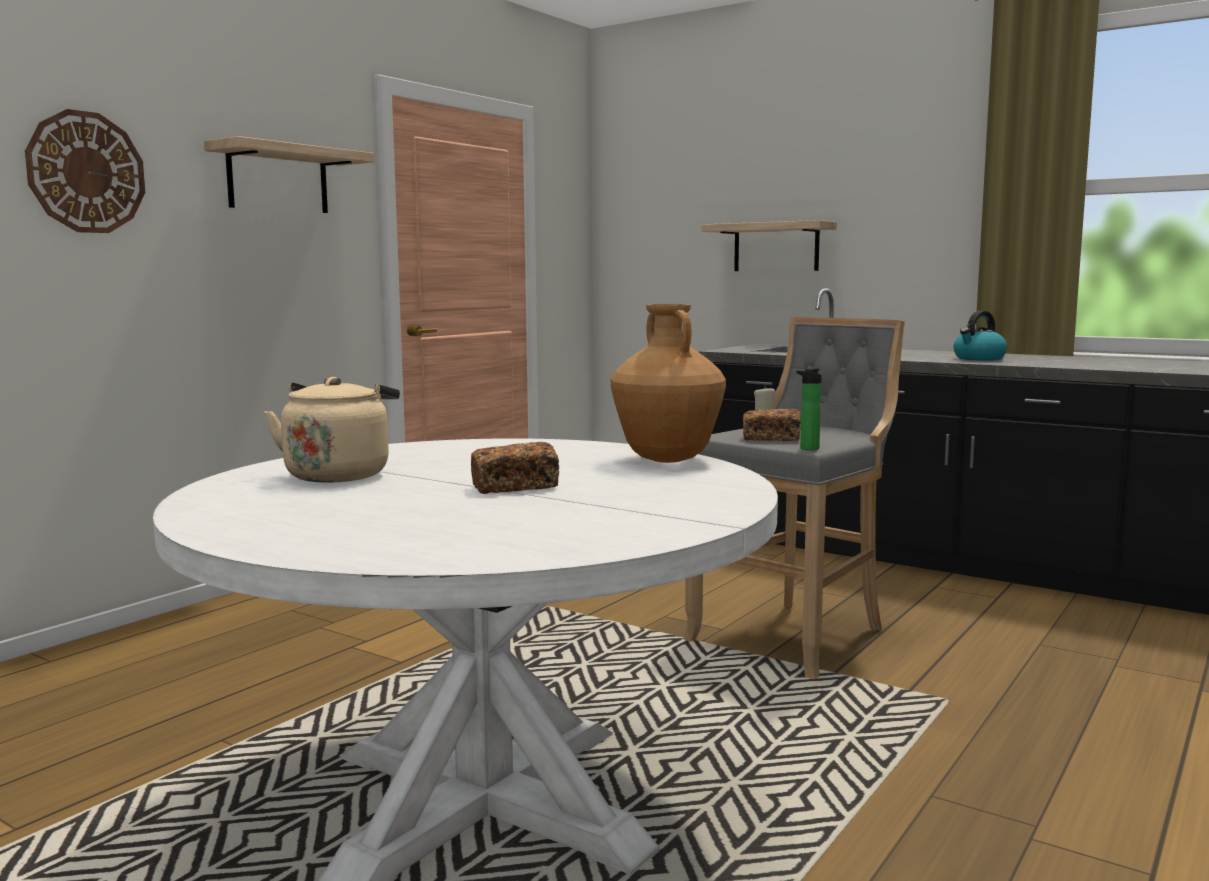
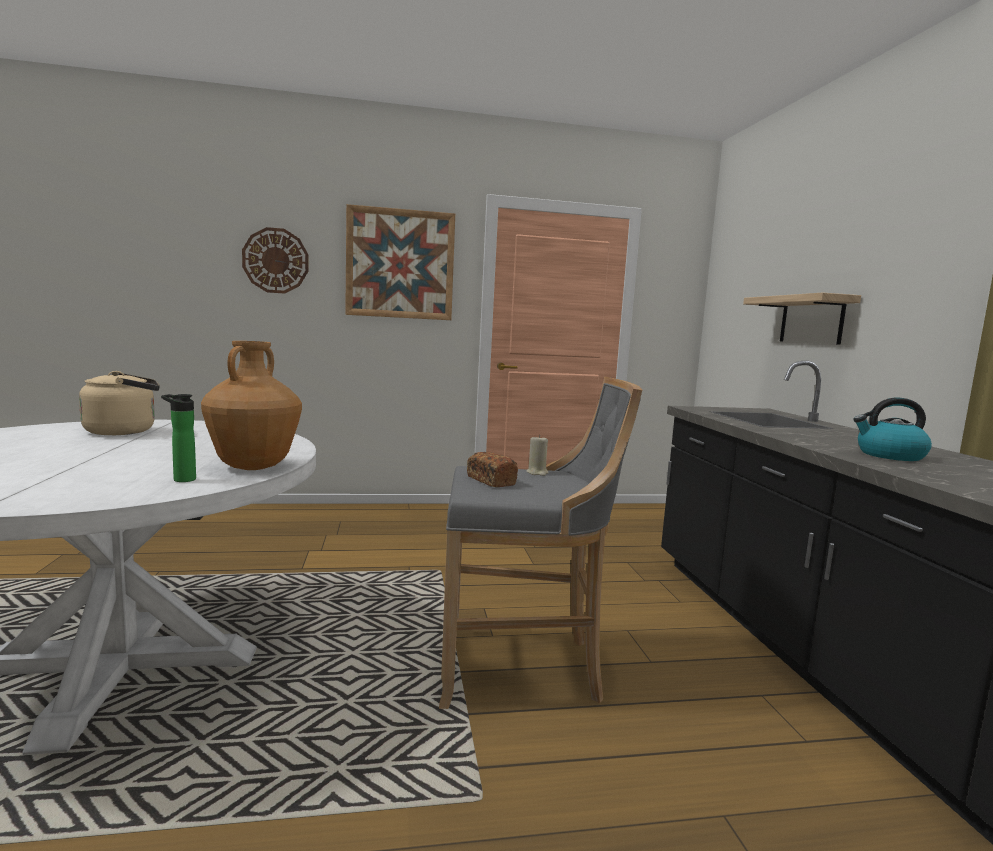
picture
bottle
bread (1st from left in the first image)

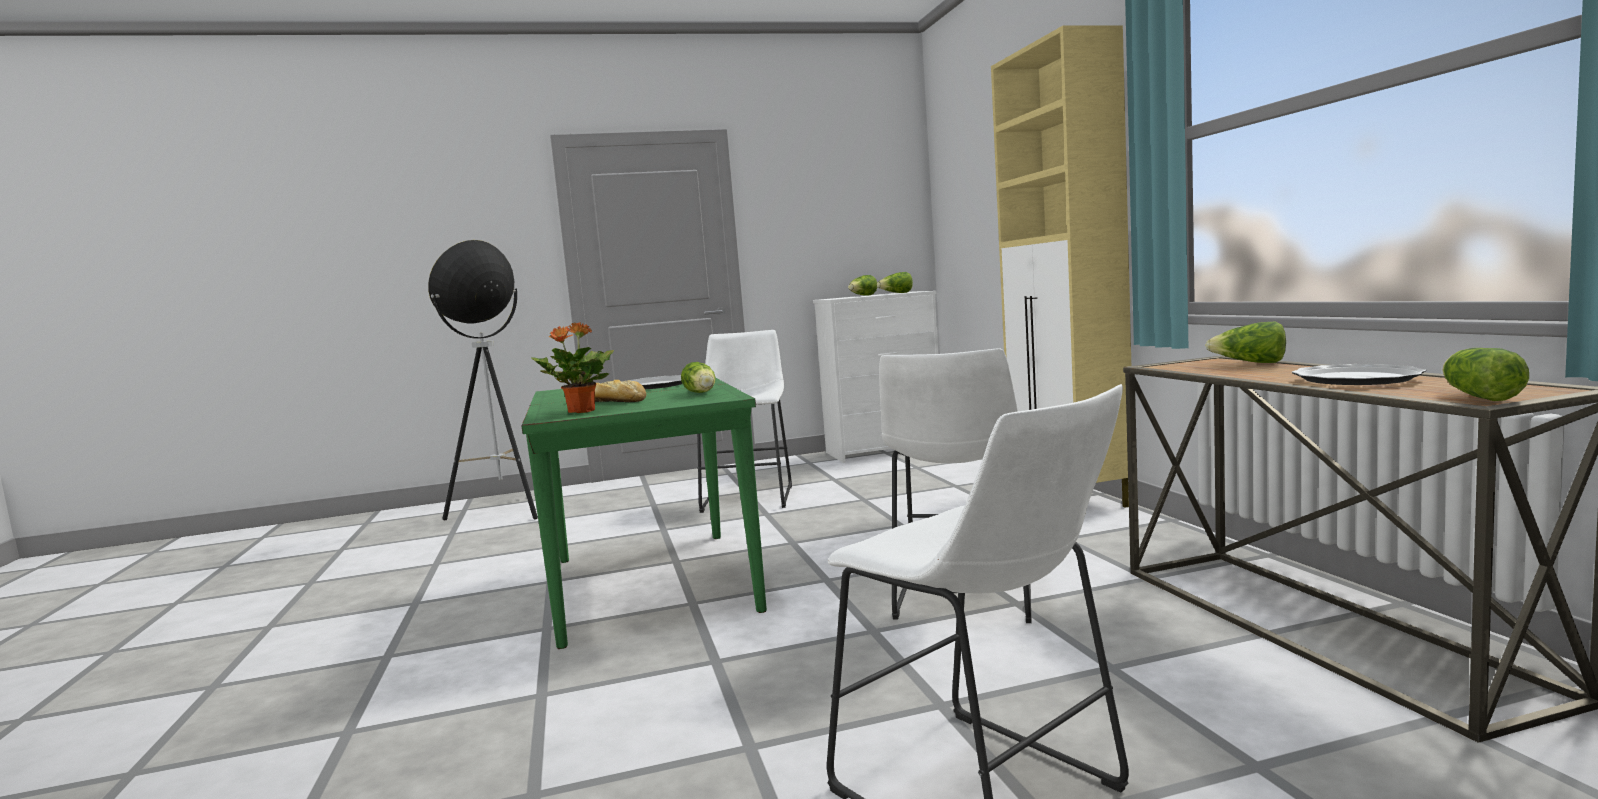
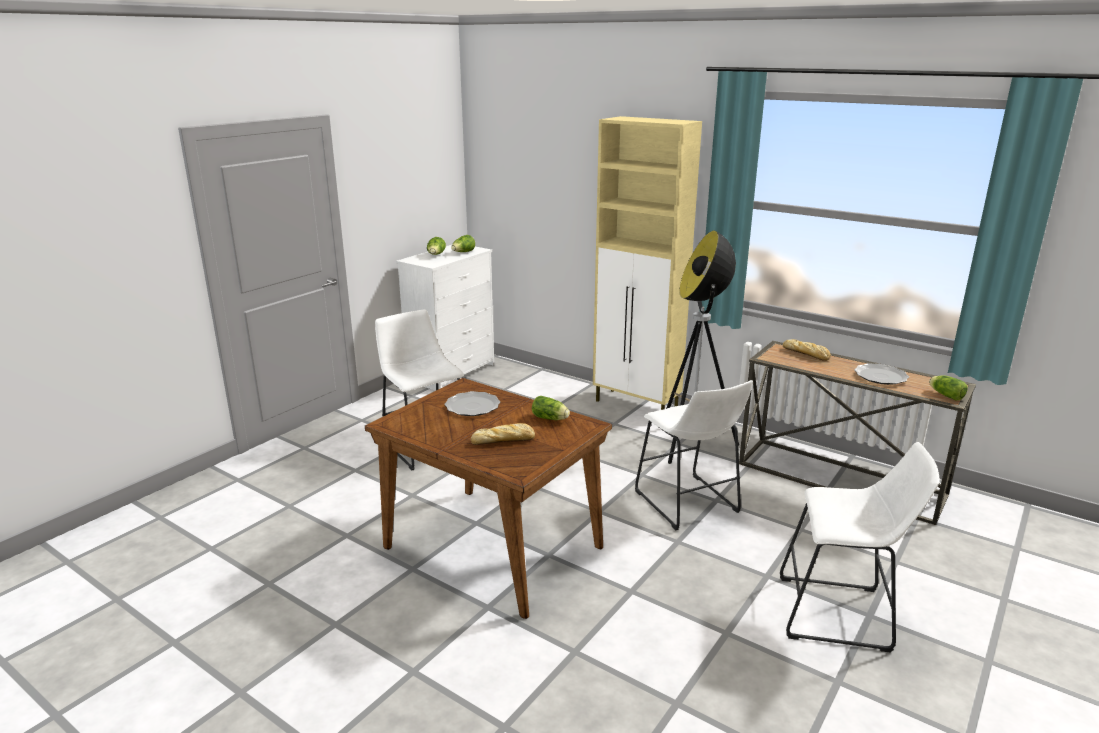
floor lamp
potted plant
bread (2nd from left)
brown dining table

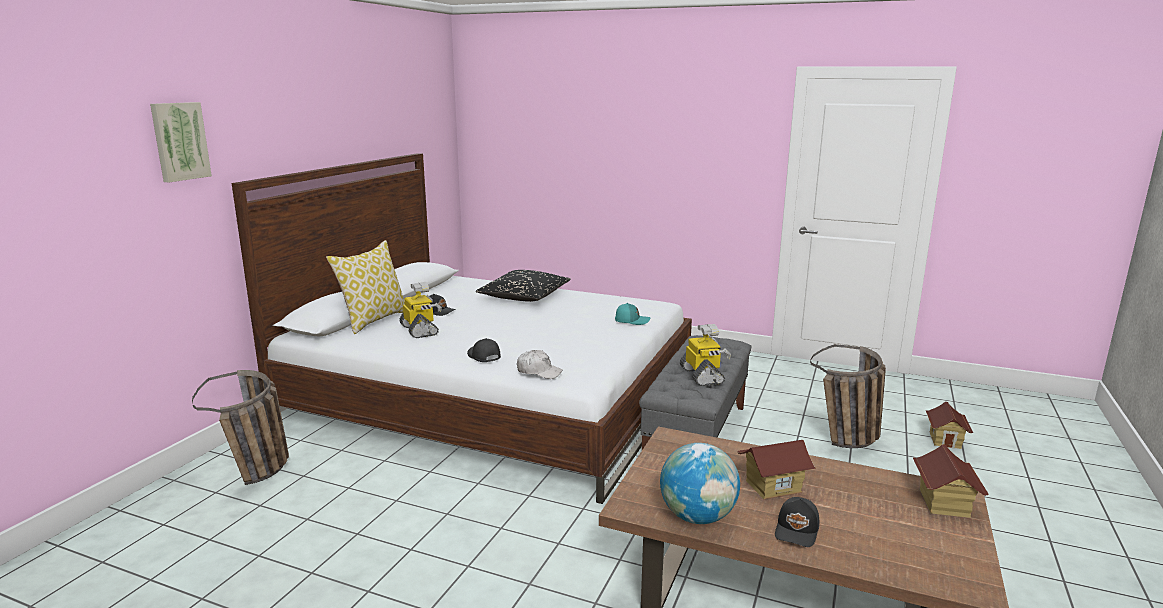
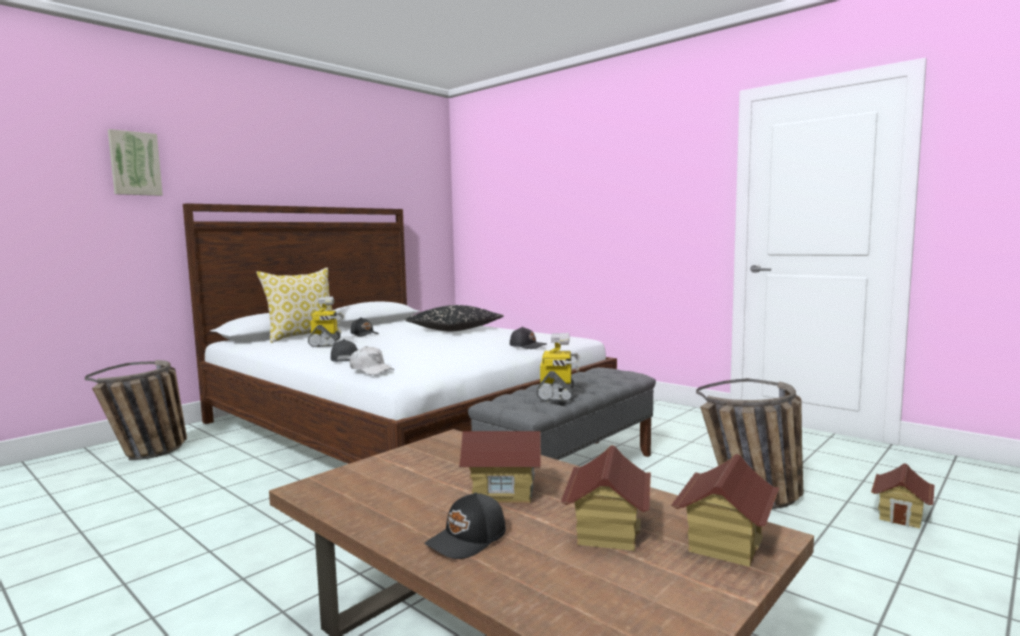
black cap (4th from left)
globe
toy house (2nd from left)

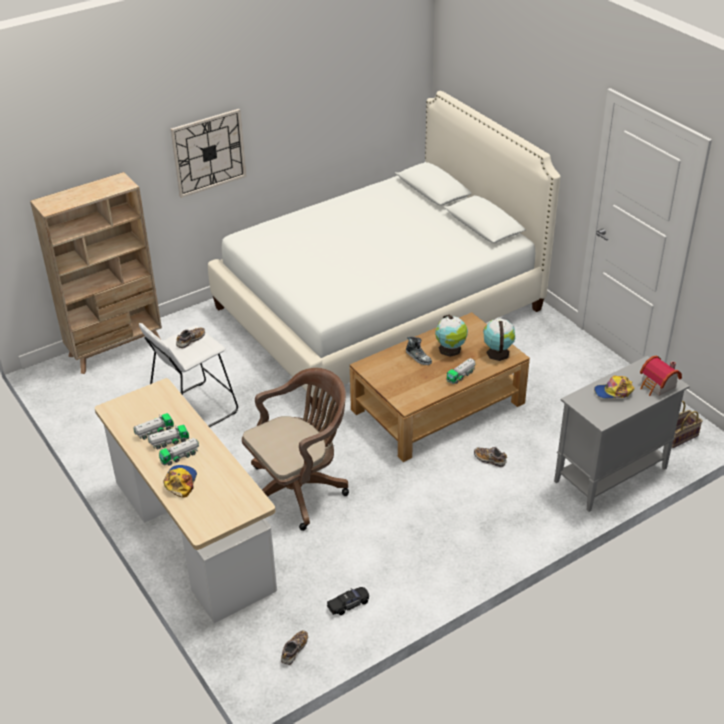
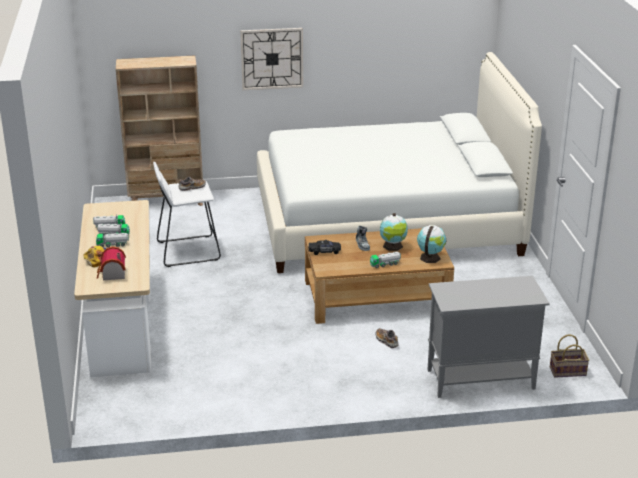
toy house
brown office chair
cap (2nd from left in the first image)
black toy car
shoe (2nd from left in the first image)

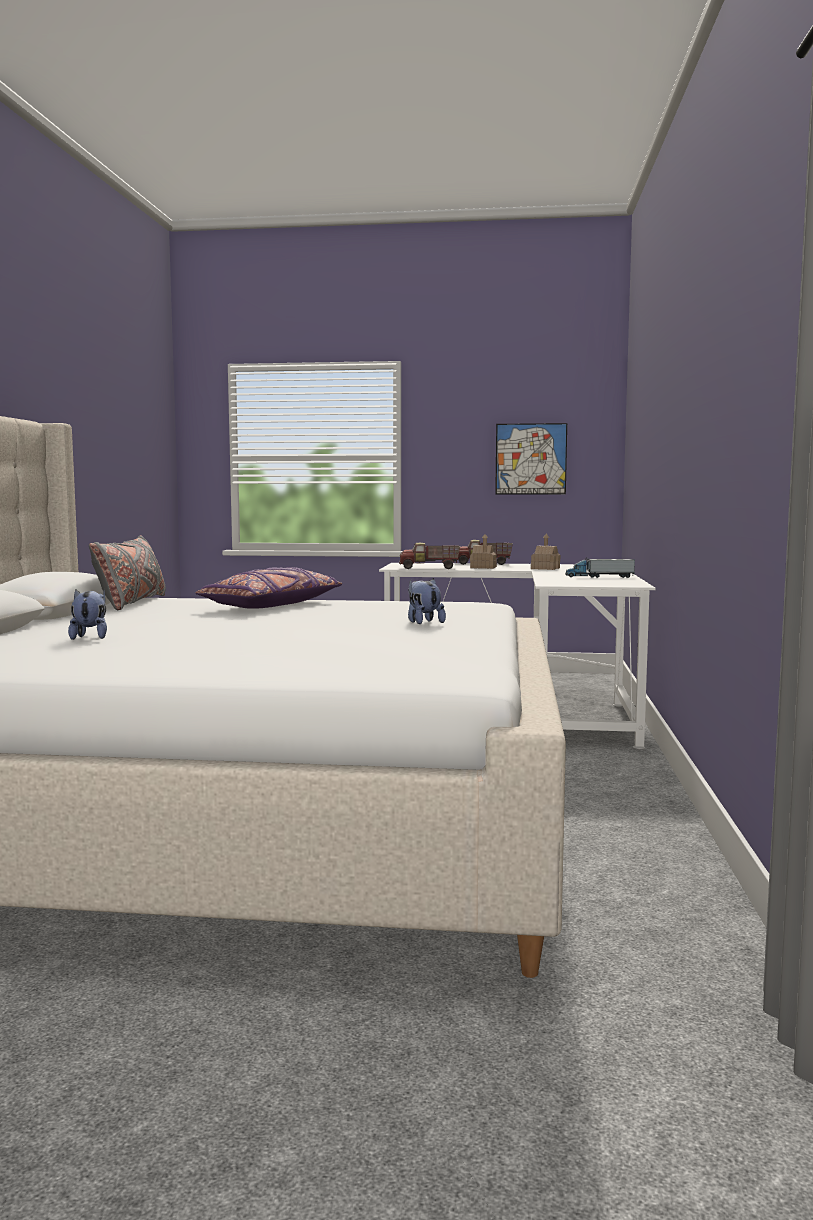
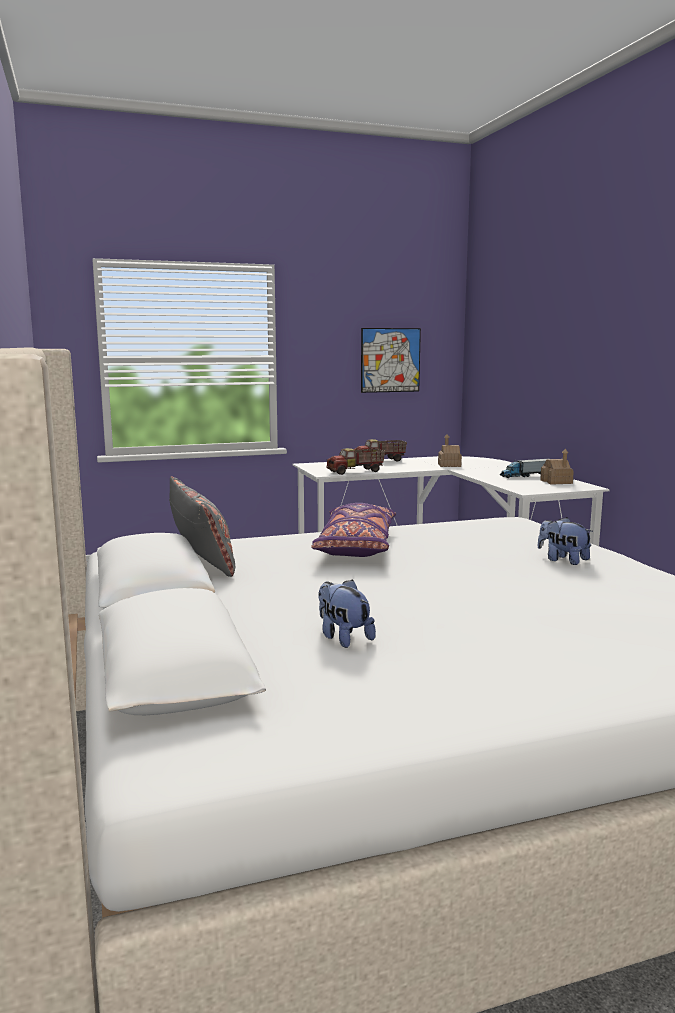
toy house (2nd from left)

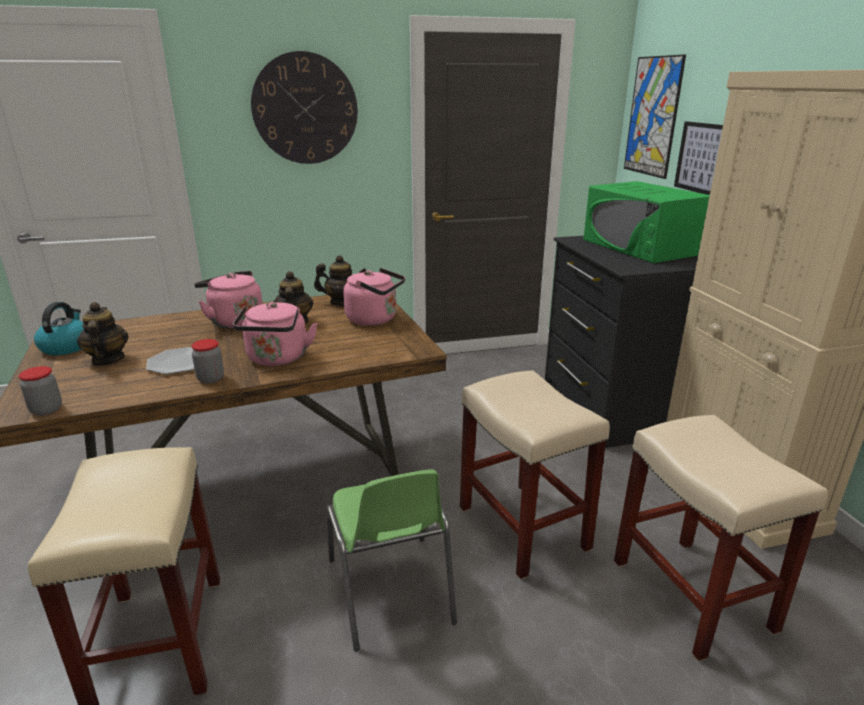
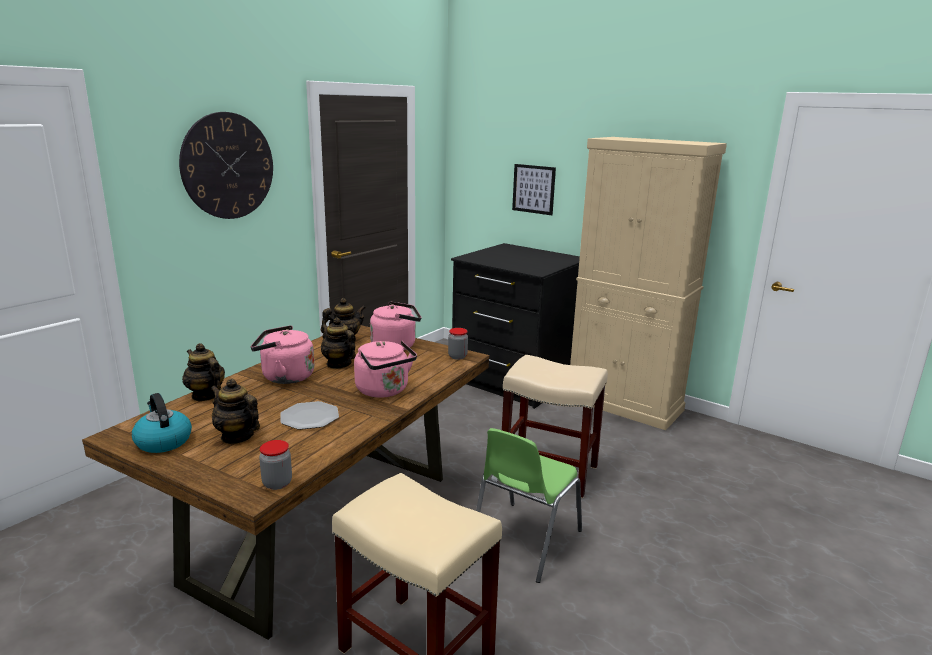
picture (1st from left in the first image)
green microwave
jar (2nd from left)
beige stool (3rd from left in the first image)
green chair
teapot (1st from left)

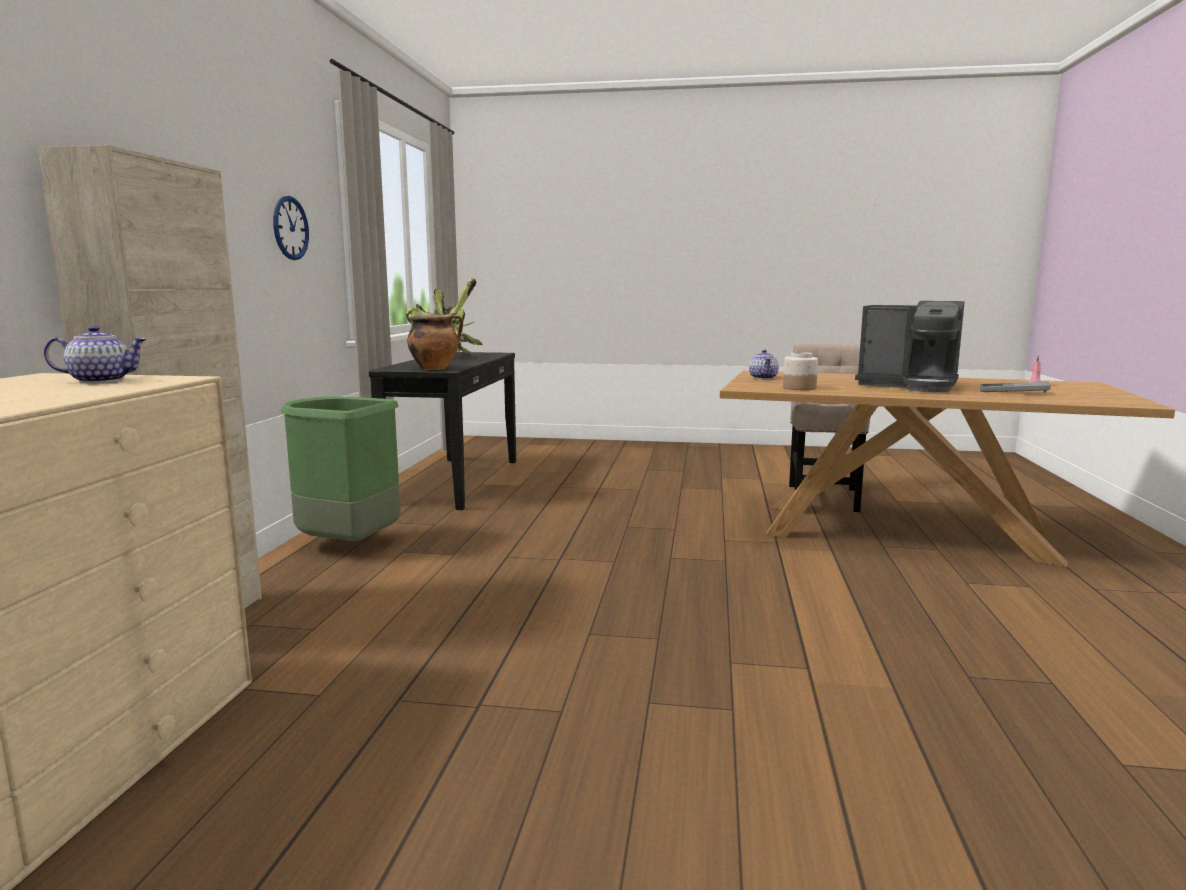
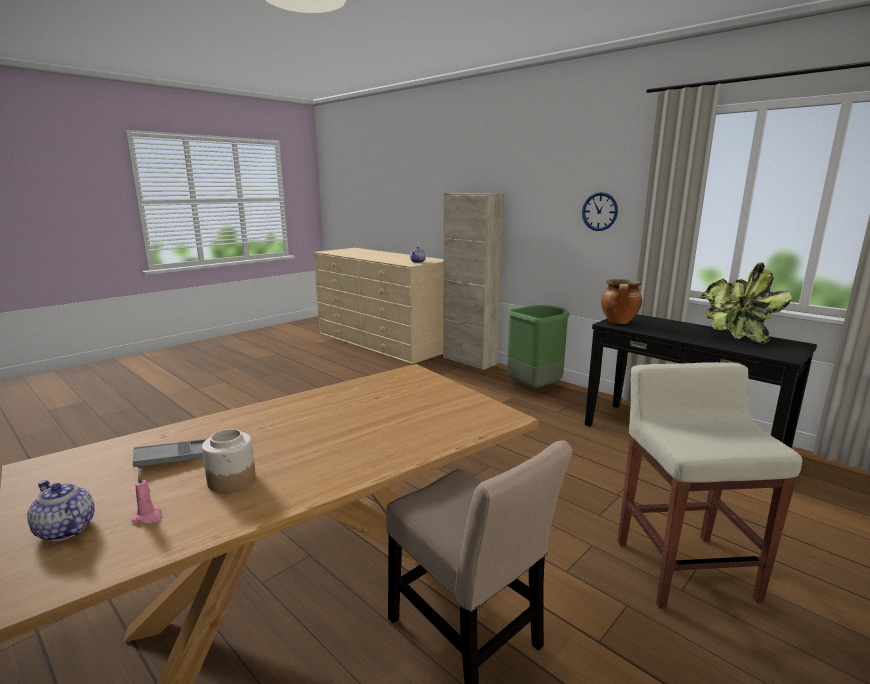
coffee machine
teapot (1st from left)
jar
beige stool

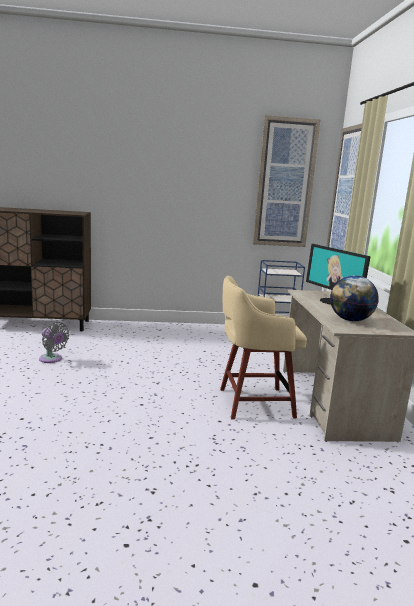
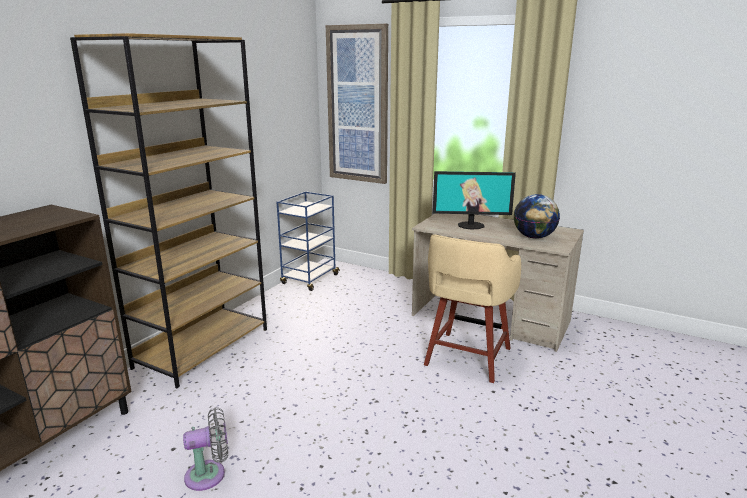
picture (1st from left in the first image)
brown bookcase

